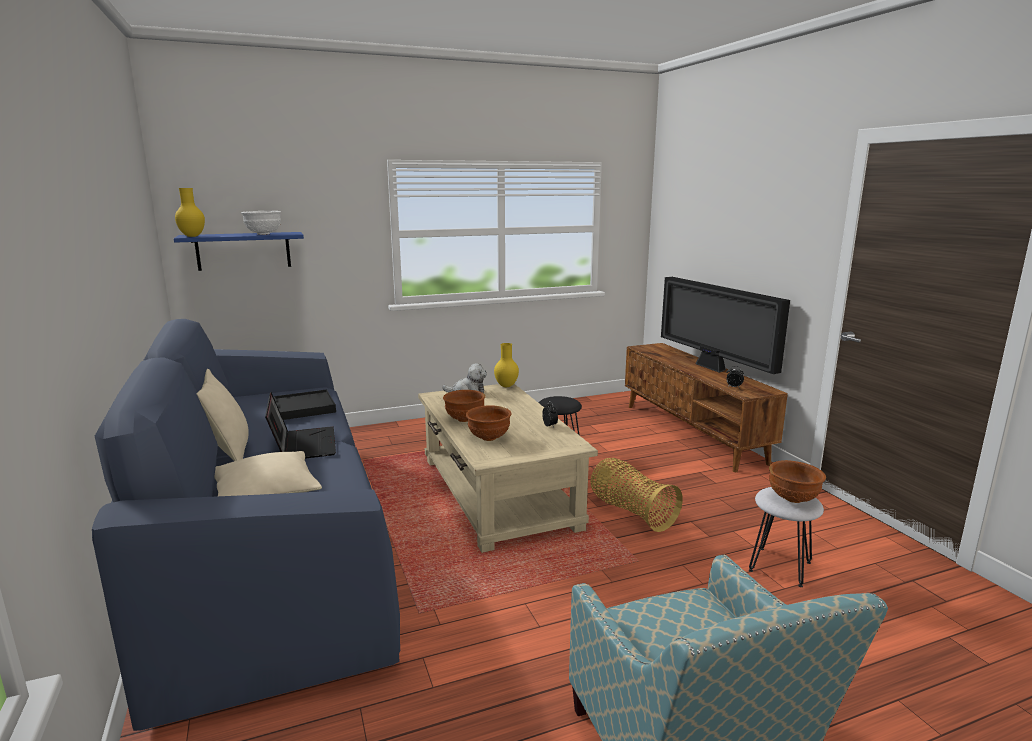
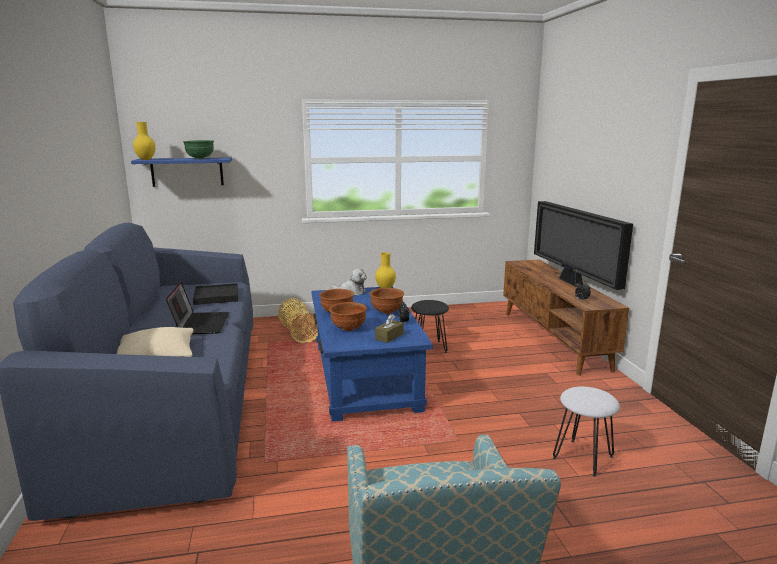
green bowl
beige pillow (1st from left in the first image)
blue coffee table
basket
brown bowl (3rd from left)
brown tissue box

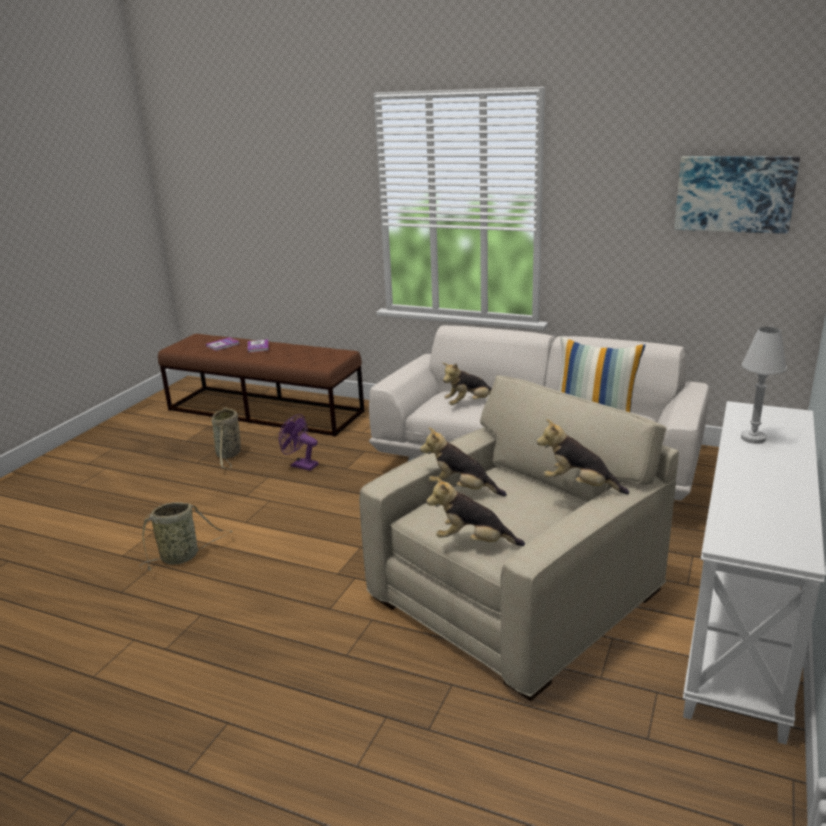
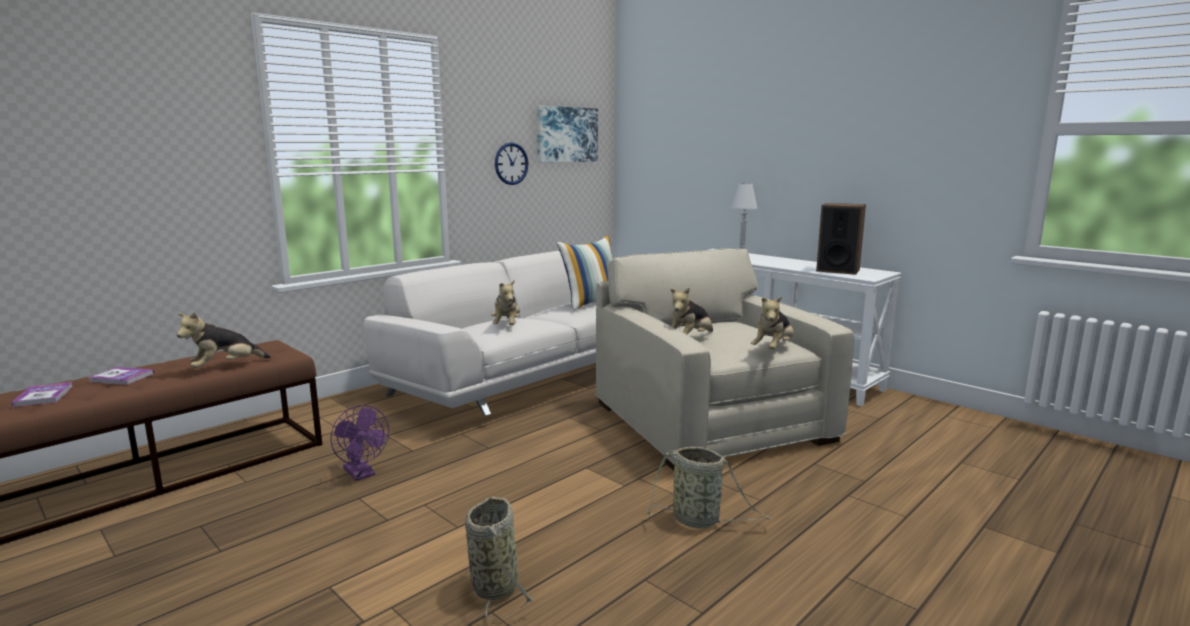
basket (2nd from left)
purple fan
plush toy (1st from left)
wall clock
speaker

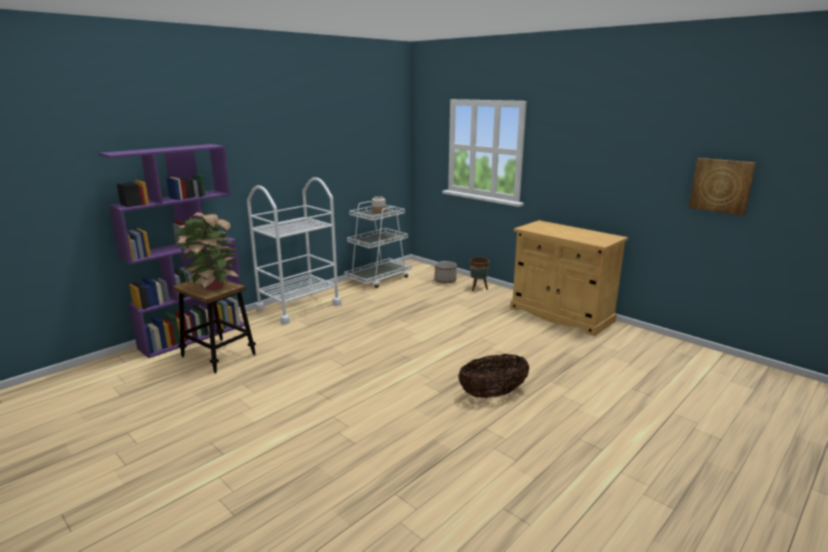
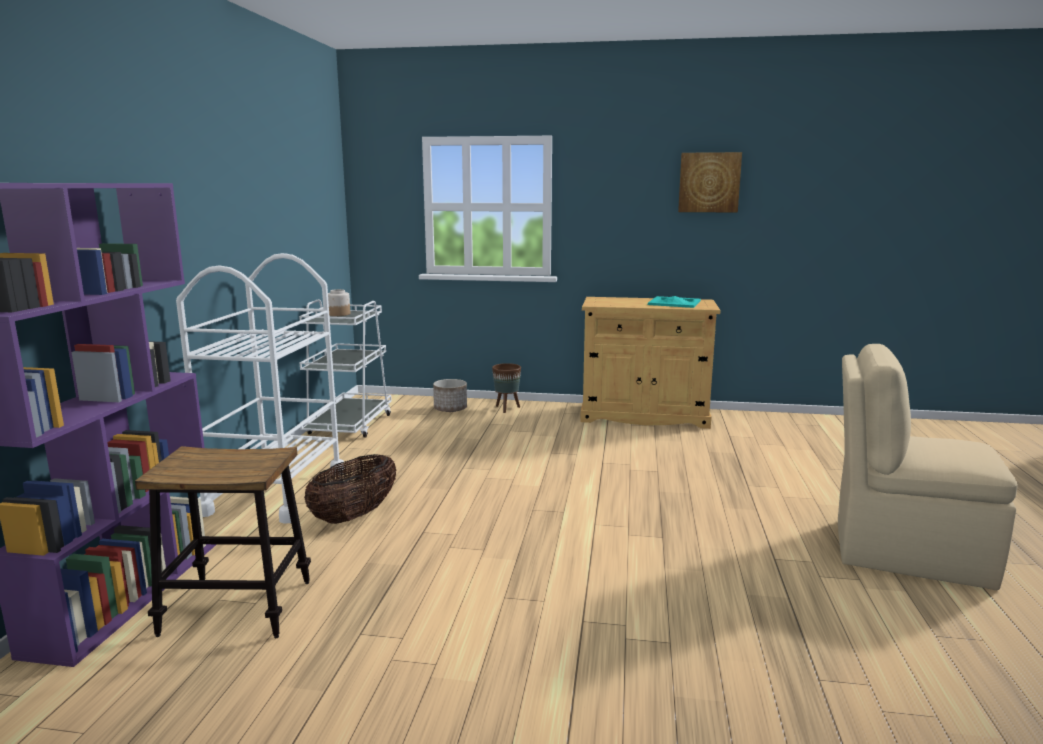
picture
potted plant
basket
turquoise tray
beige chair

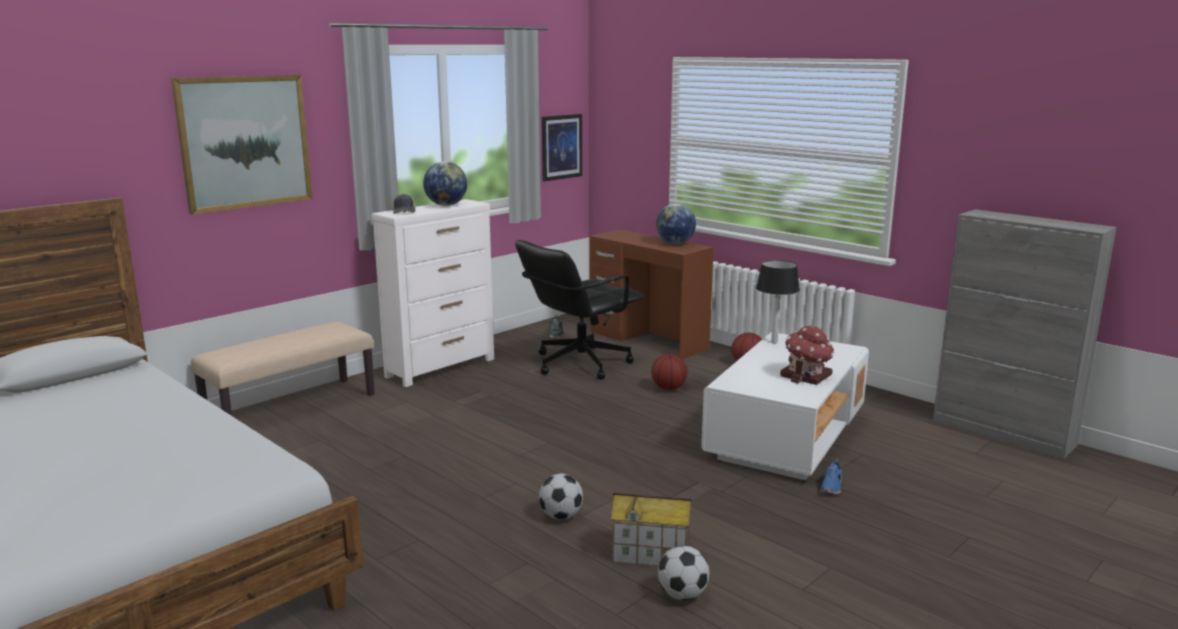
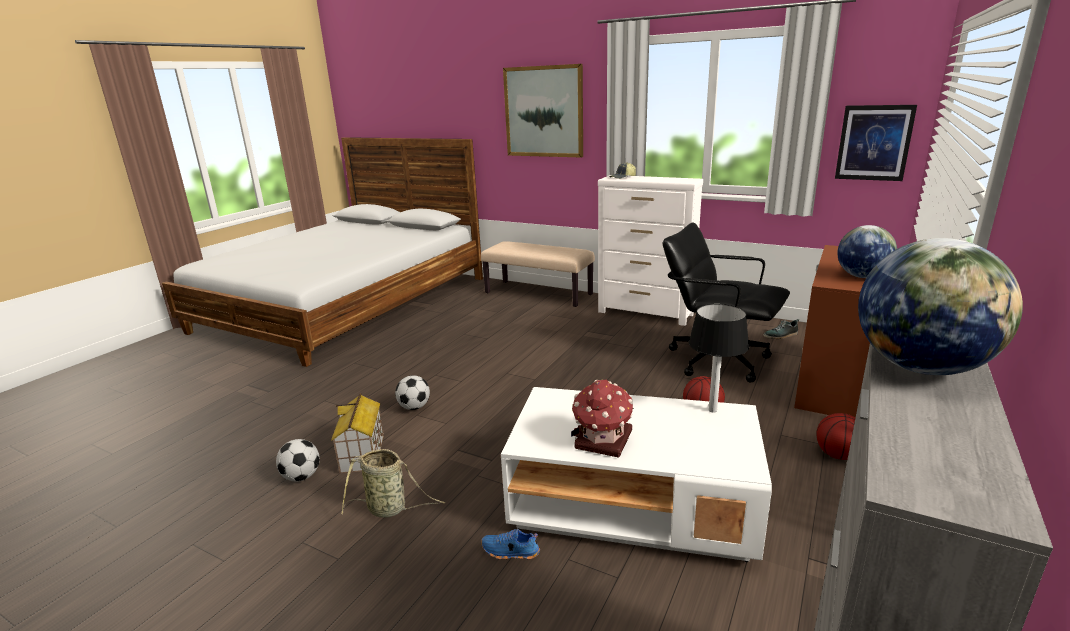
globe (2nd from left)
basket

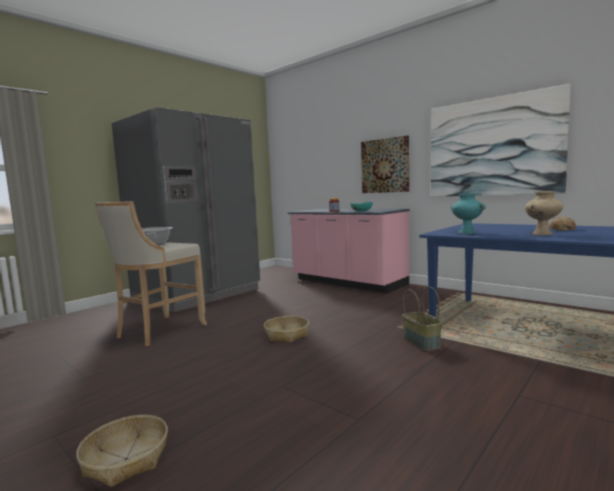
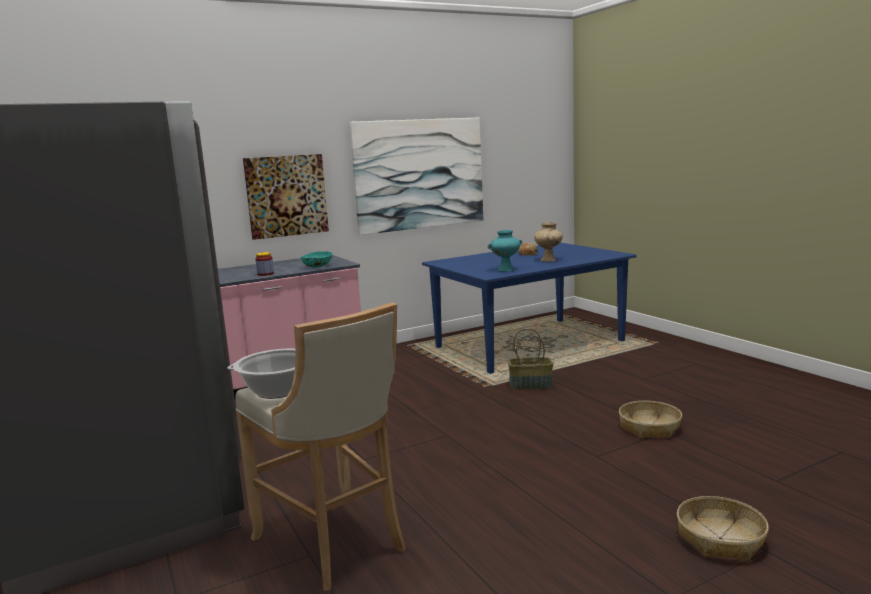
basket (2nd from left)

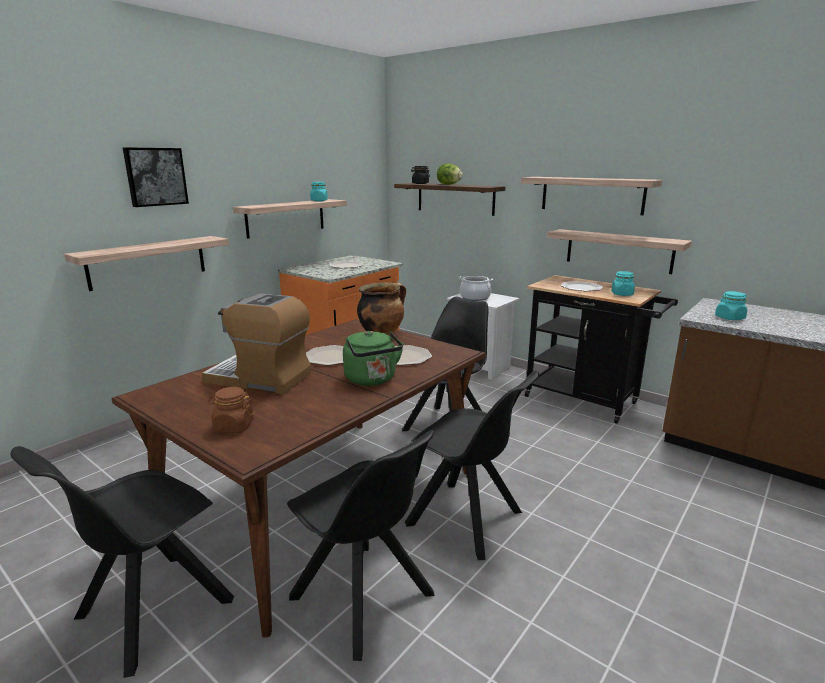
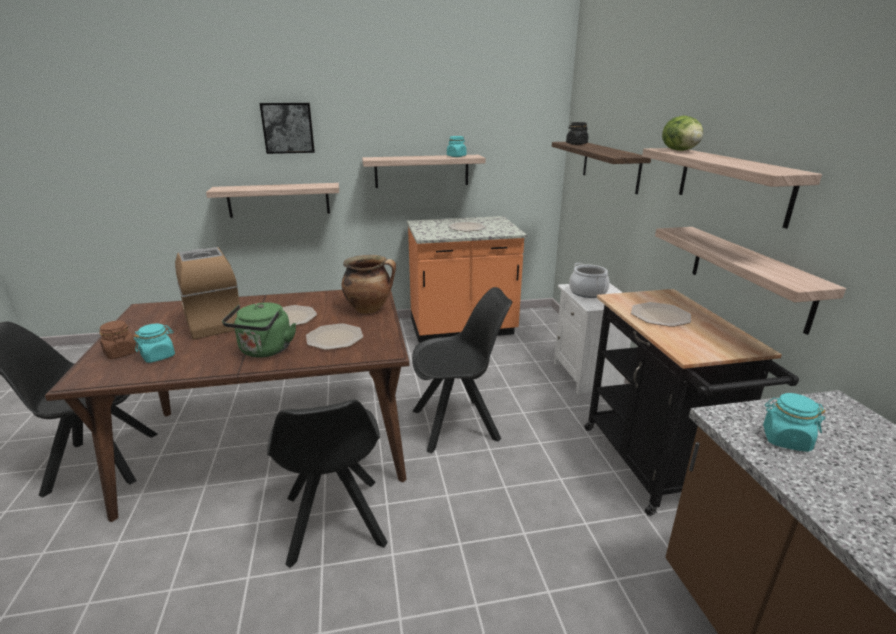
lettuce
turquoise jar (1st from left)
black chair (2nd from left in the first image)

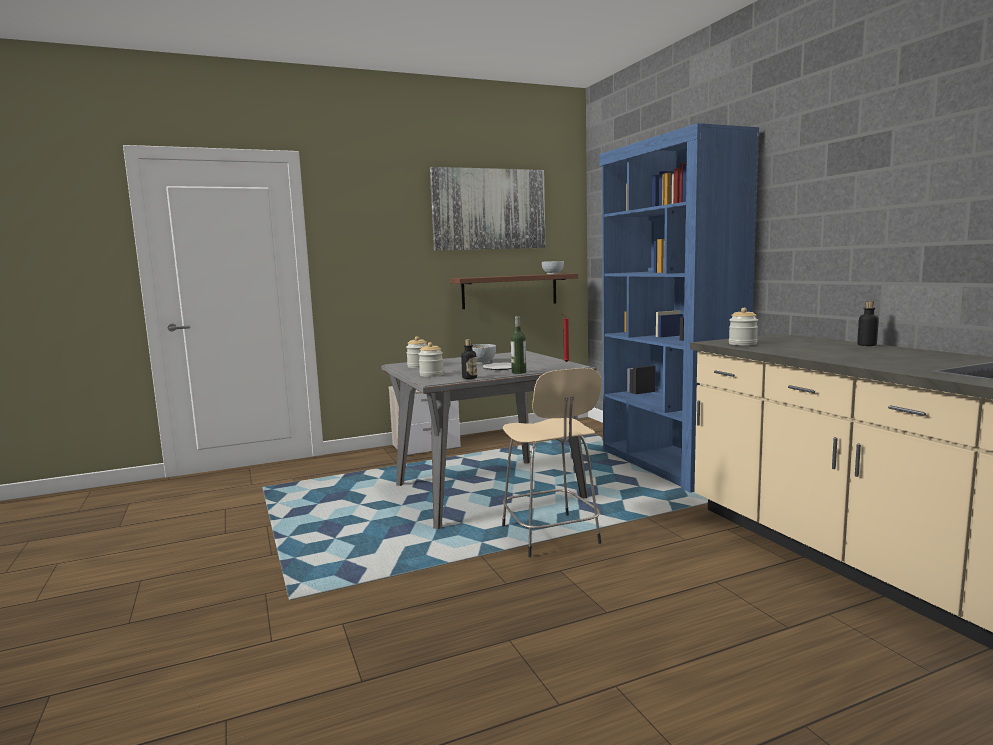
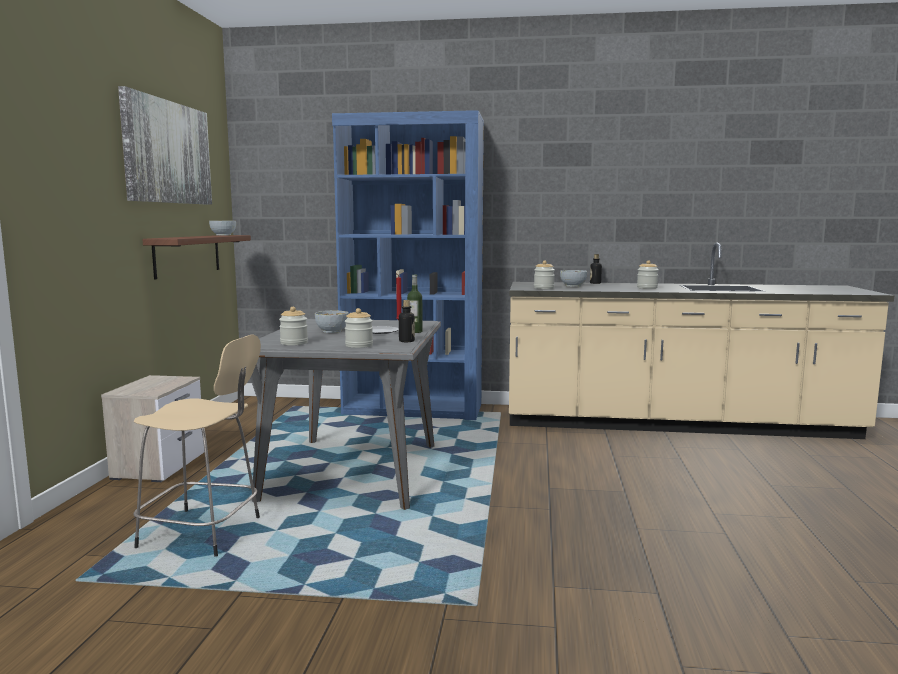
beige stool
jar (4th from left)
bowl (3rd from left)

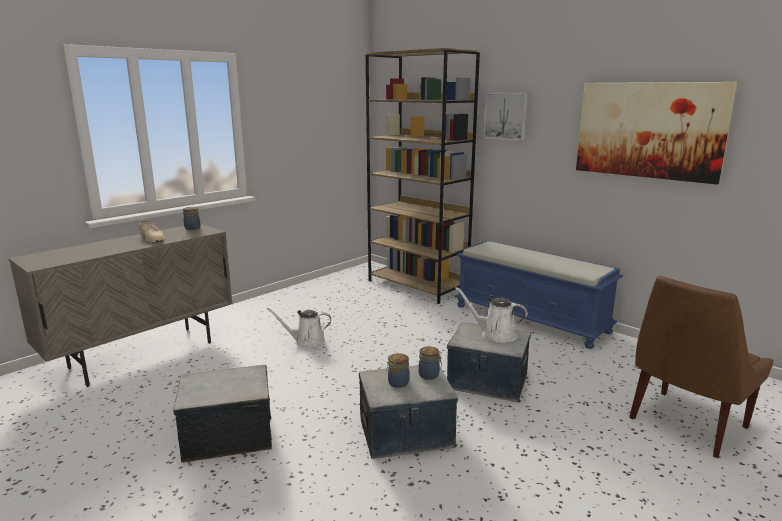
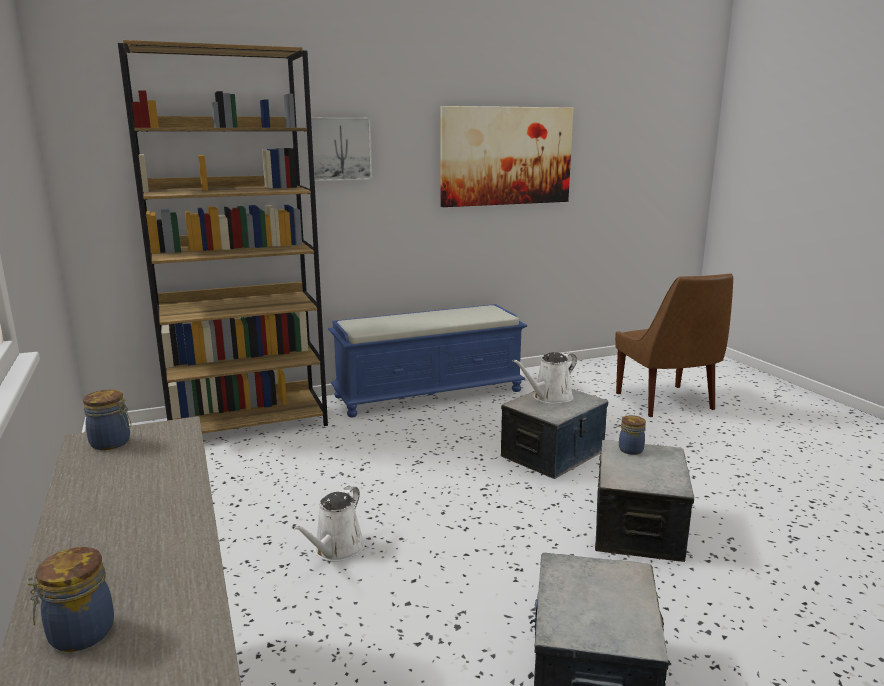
beige shoe
jar (1st from left)

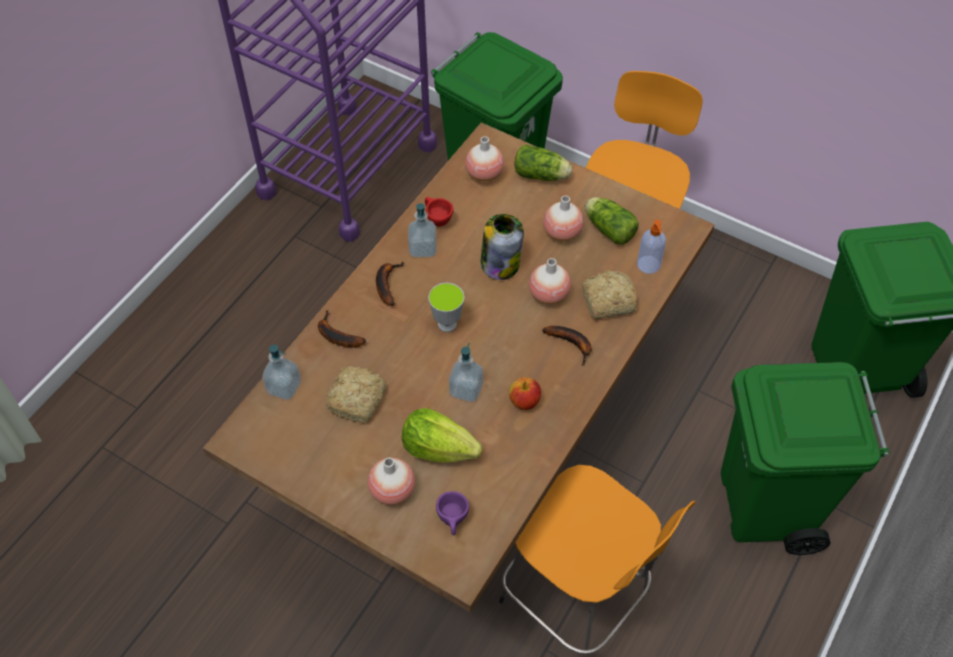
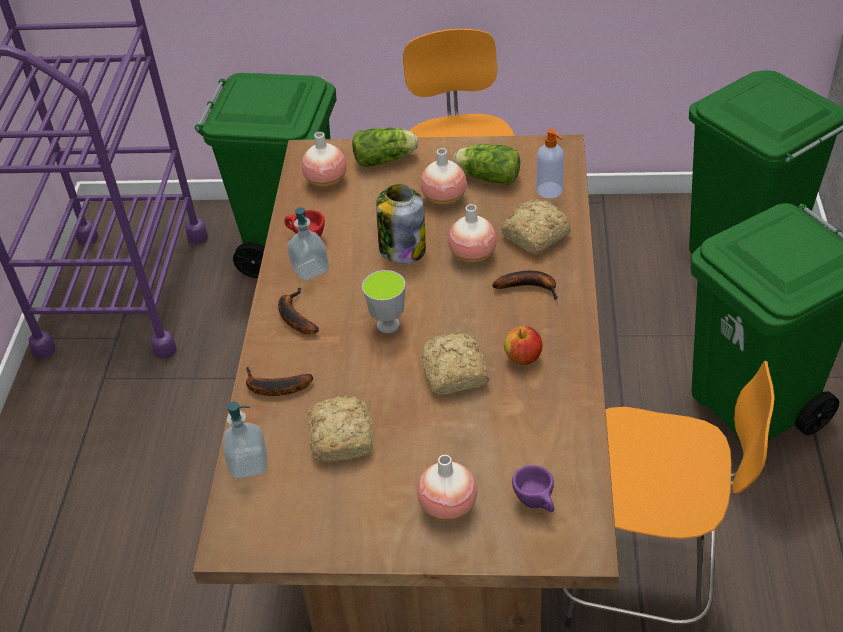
bread (2nd from left)
lettuce (1st from left in the first image)

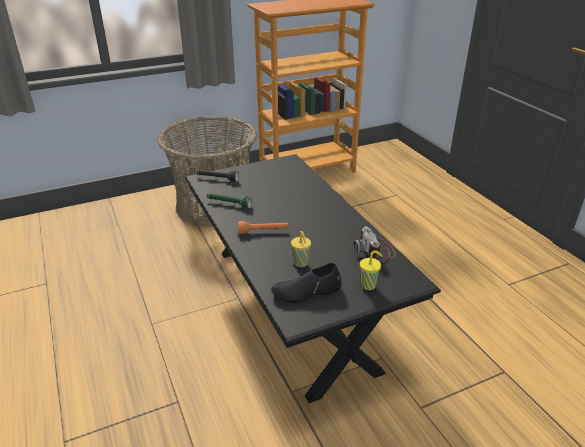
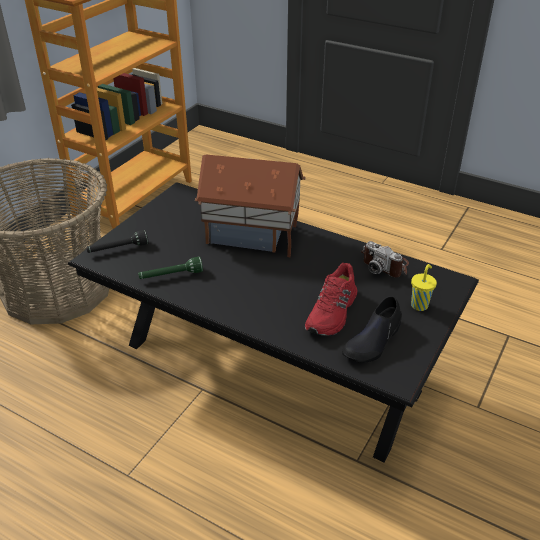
orange flashlight
red shoe
toy house

